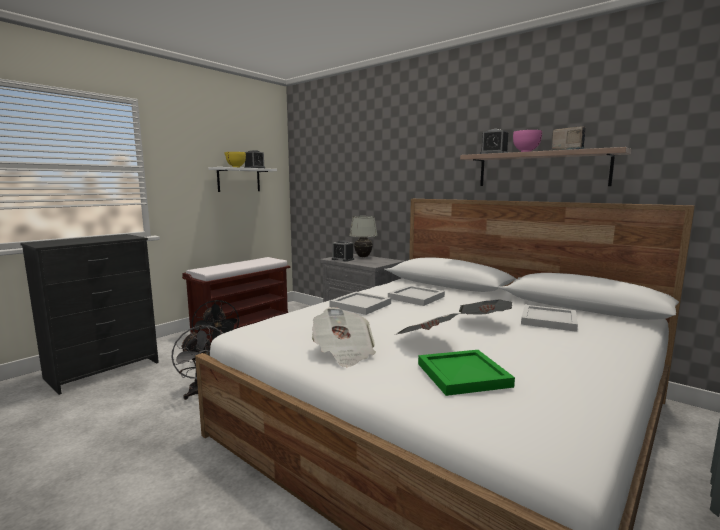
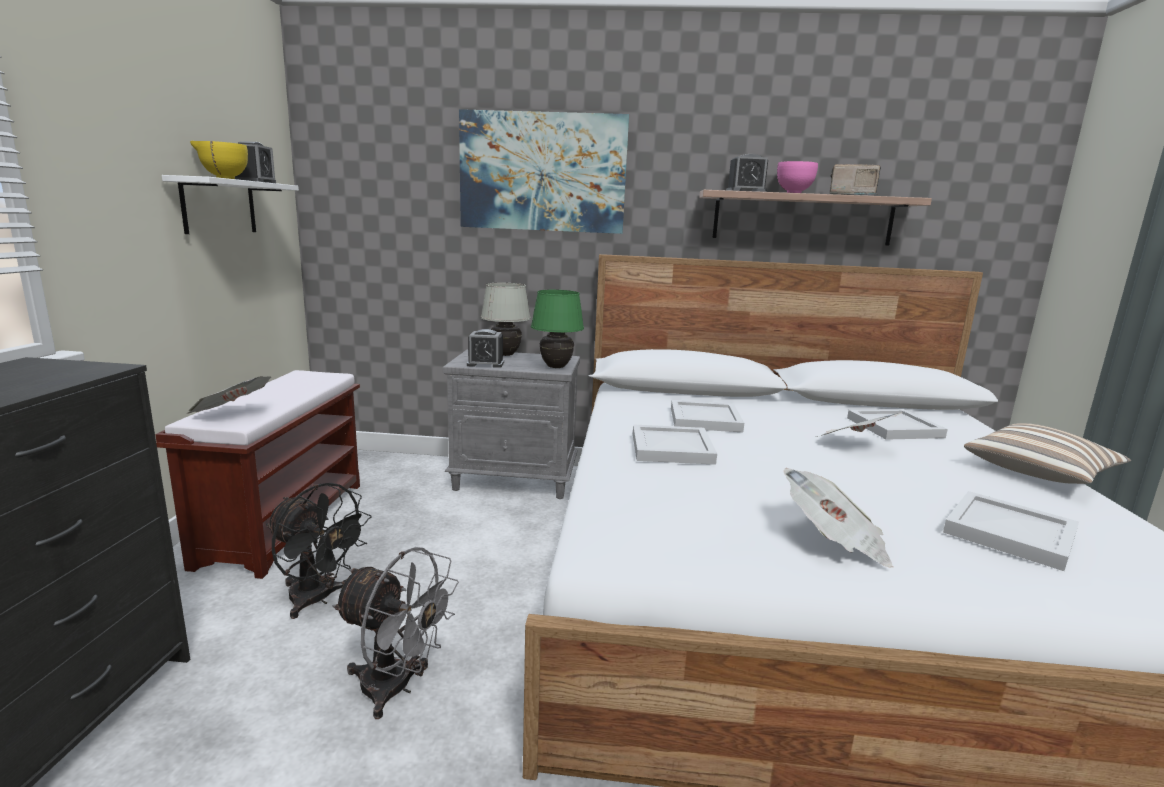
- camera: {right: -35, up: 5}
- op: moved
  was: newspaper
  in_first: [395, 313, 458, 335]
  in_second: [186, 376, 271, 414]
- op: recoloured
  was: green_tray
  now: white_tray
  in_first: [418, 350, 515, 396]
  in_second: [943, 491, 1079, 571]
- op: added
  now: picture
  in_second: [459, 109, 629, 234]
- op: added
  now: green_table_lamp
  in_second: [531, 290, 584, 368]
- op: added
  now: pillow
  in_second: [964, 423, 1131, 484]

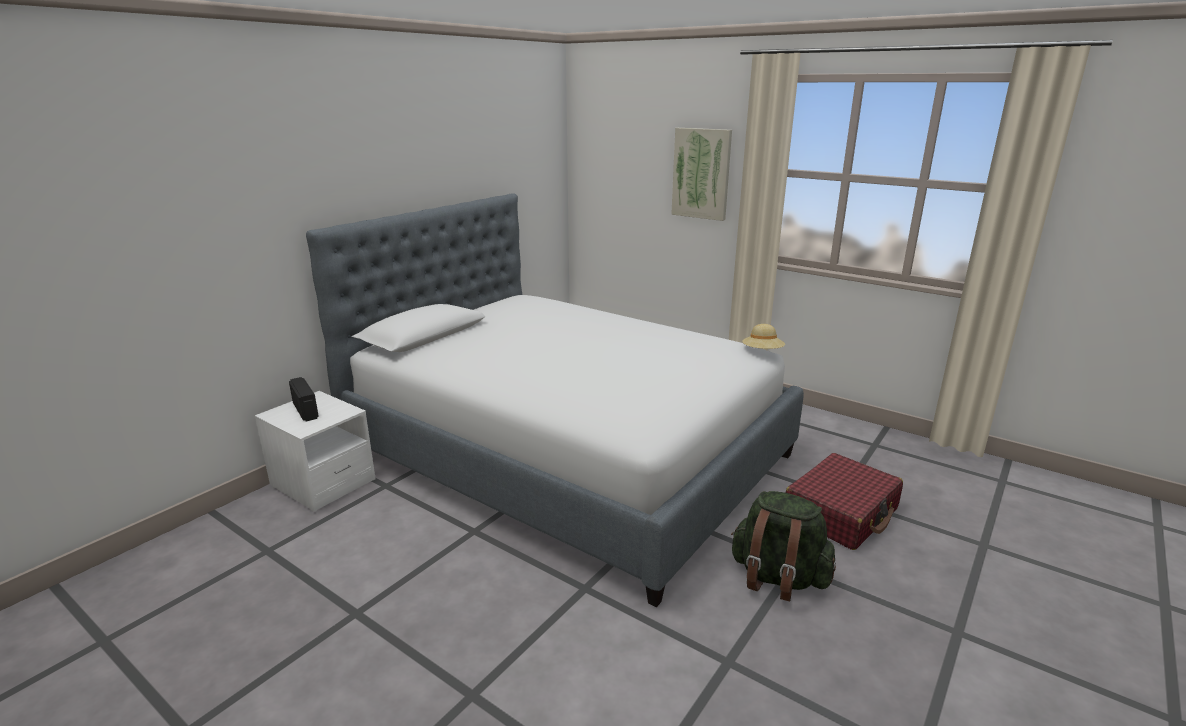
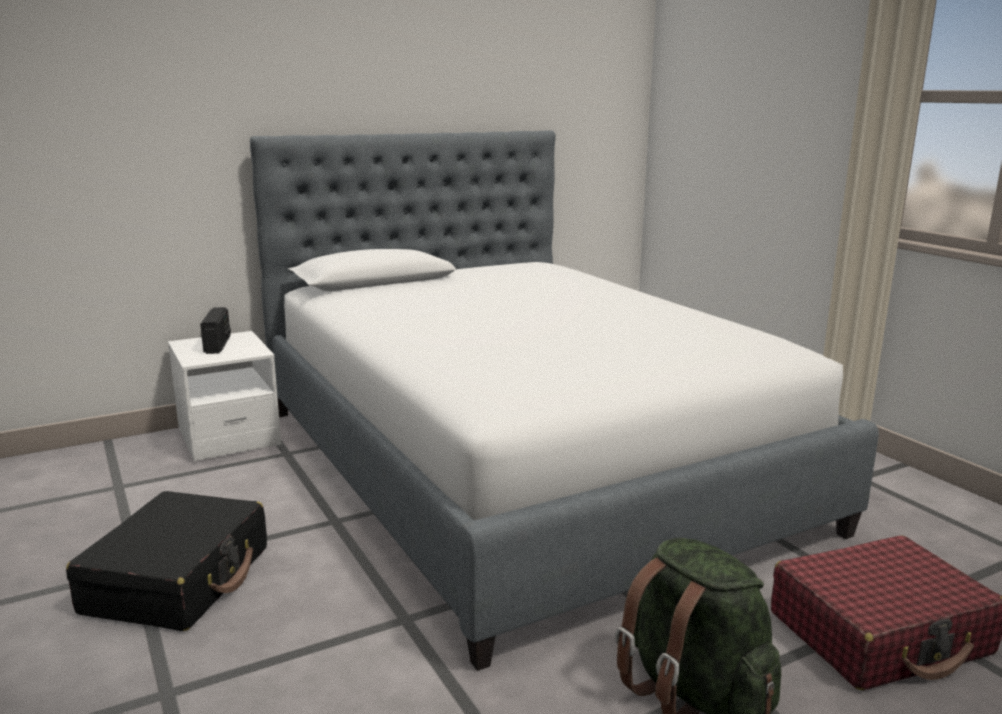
- camera: {right: 25, up: -5}
- op: removed
  was: picture
  in_first: [671, 128, 732, 221]
- op: removed
  was: beige_hat
  in_first: [742, 324, 785, 349]
- op: added
  now: black_suitcase
  in_second: [66, 491, 267, 631]

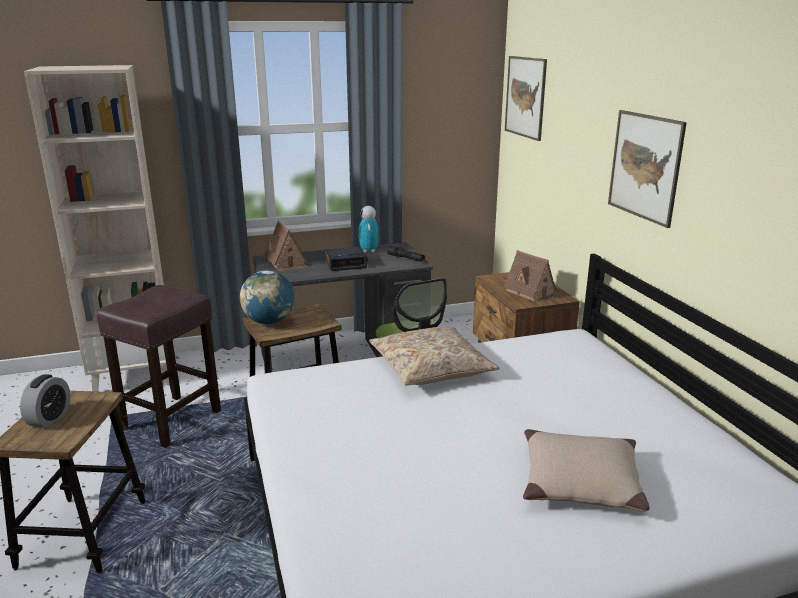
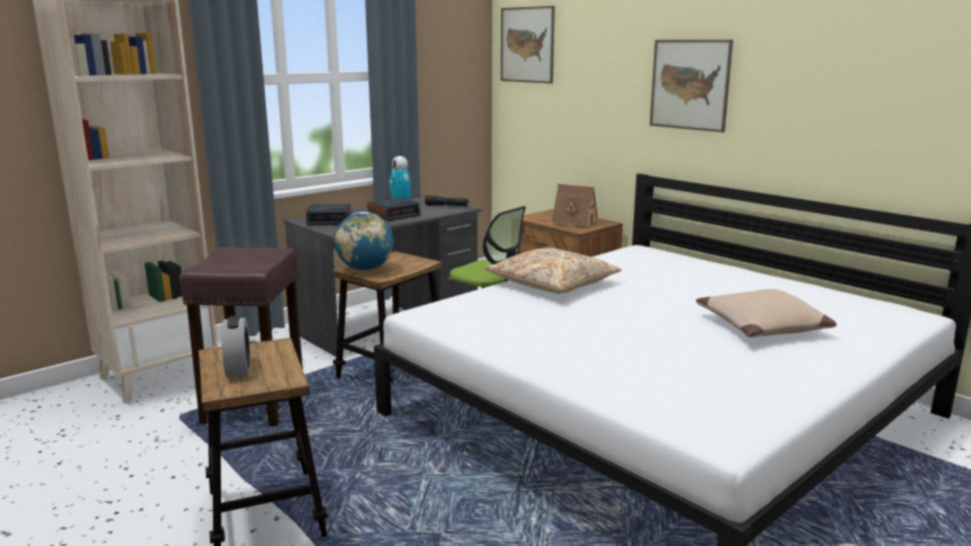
- camera: {right: -25, up: -5}
- op: replaced
  was: toy_house
  now: alarm_clock
  in_first: [264, 221, 307, 272]
  in_second: [306, 204, 351, 225]

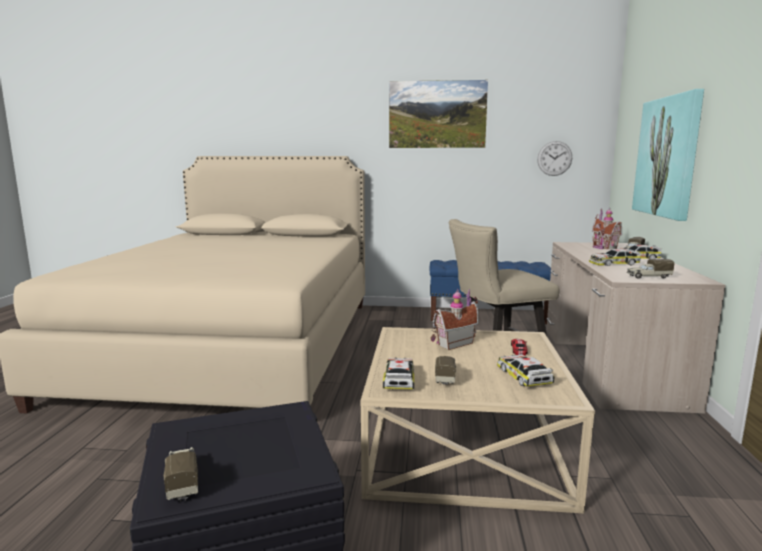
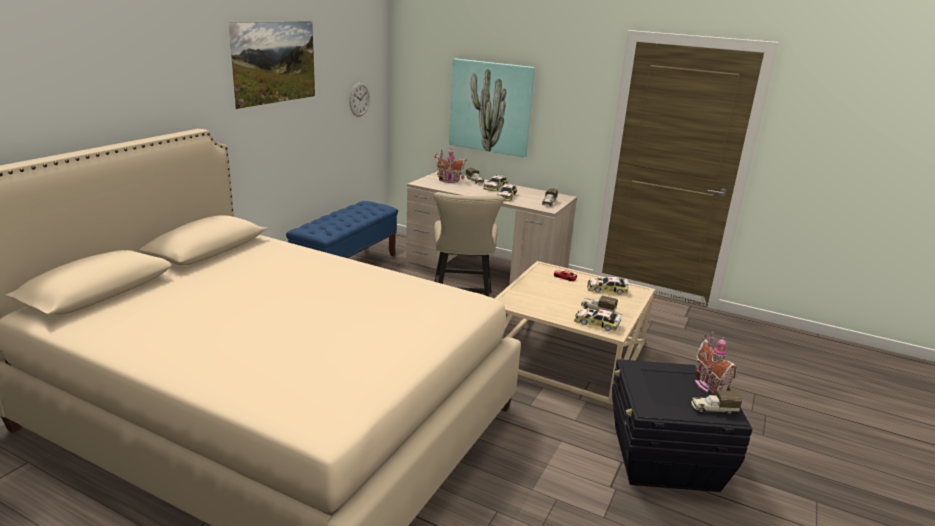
- camera: {right: -70, up: 10}
- op: moved
  was: toy_house
  in_first: [431, 289, 478, 350]
  in_second: [695, 331, 737, 394]

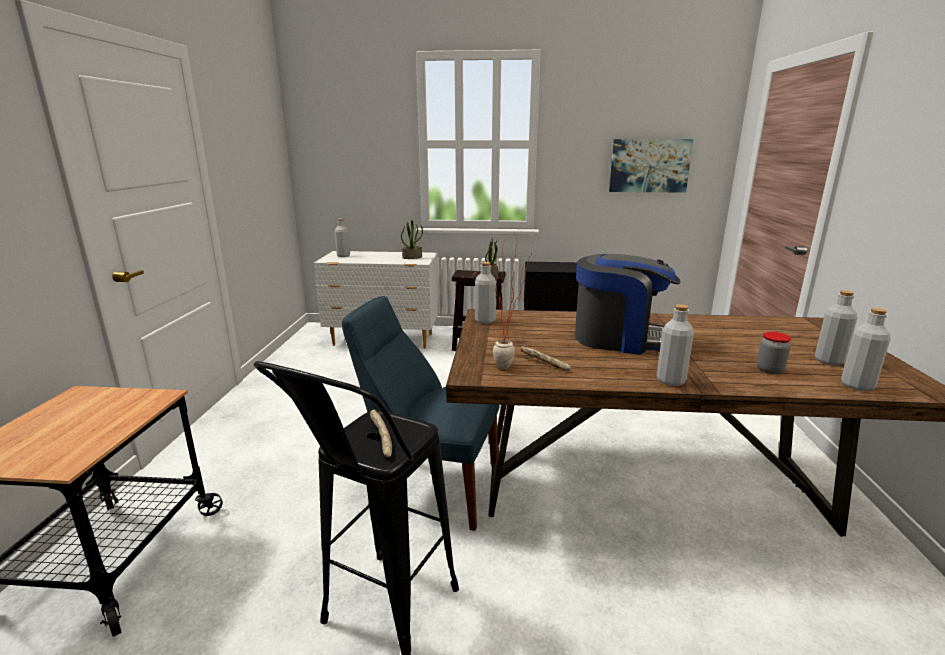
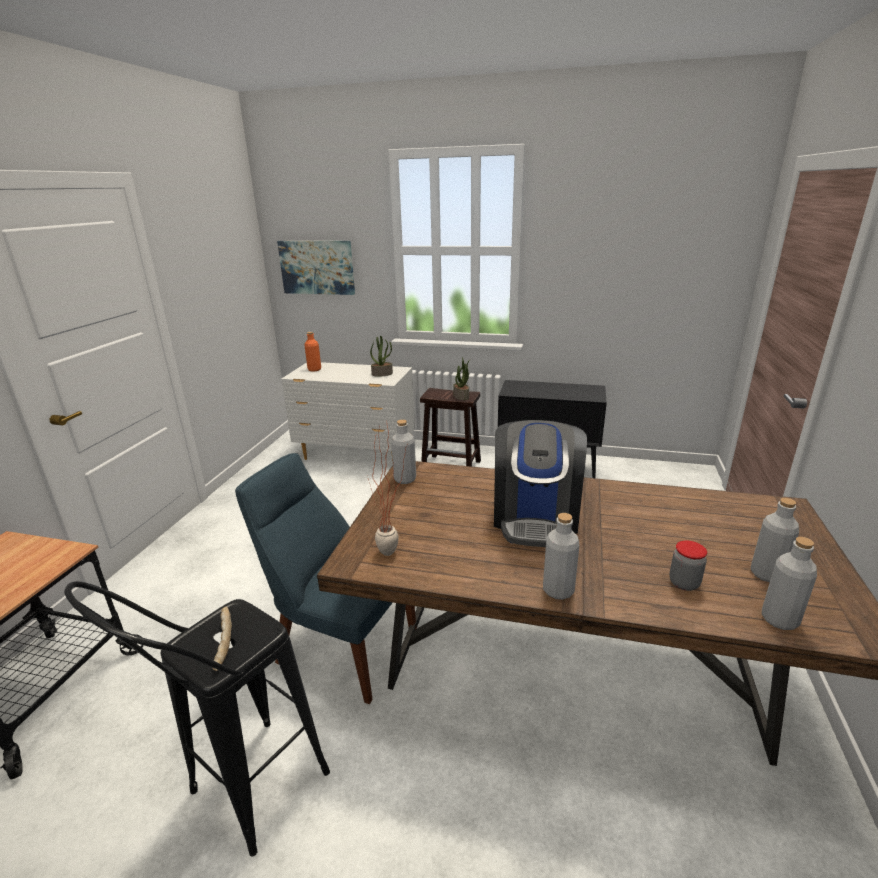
- camera: {right: 10, up: 5}
- op: moved
  was: picture
  in_first: [609, 139, 693, 193]
  in_second: [277, 241, 355, 295]
- op: recoloured
  was: grey_bottle
  now: orange_bottle
  in_first: [335, 219, 350, 257]
  in_second: [304, 332, 321, 371]
- op: turned
  was: coffee_machine
  in_first: [575, 254, 681, 355]
  in_second: [494, 420, 587, 547]
  clockwise: 75
- op: removed
  was: bread
  in_first: [520, 347, 571, 371]

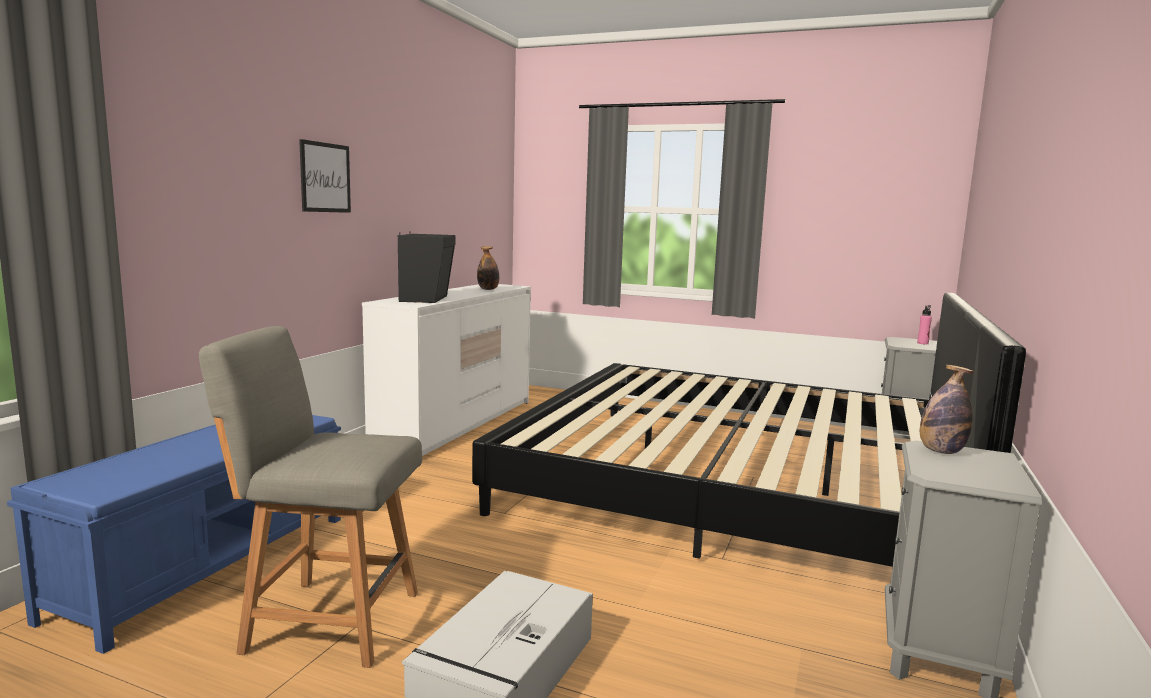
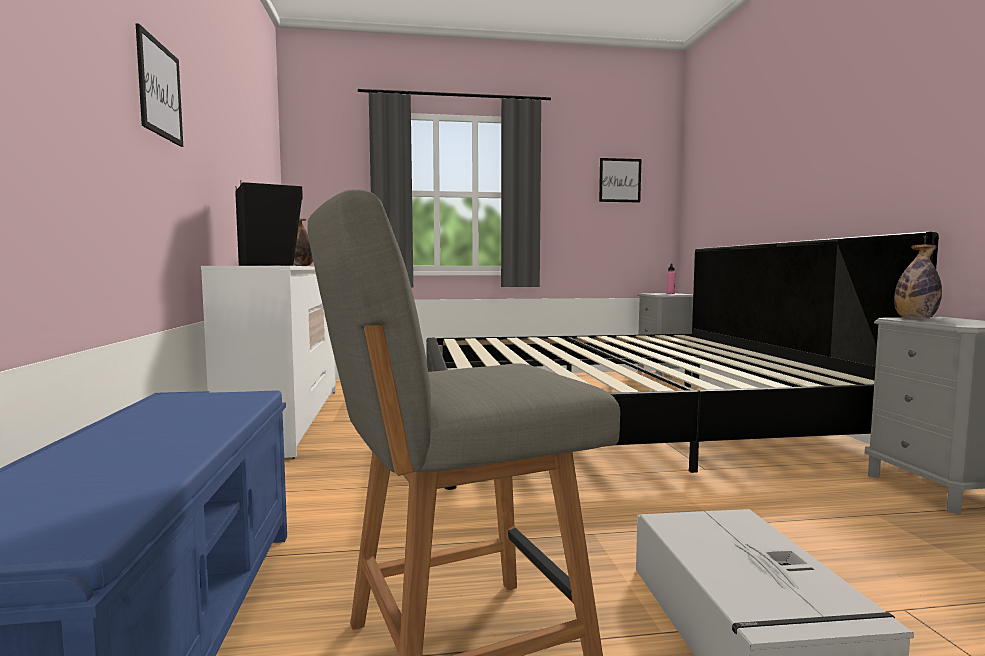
- camera: {right: -30, up: -5}
- op: added
  now: picture
  in_second: [599, 158, 641, 203]

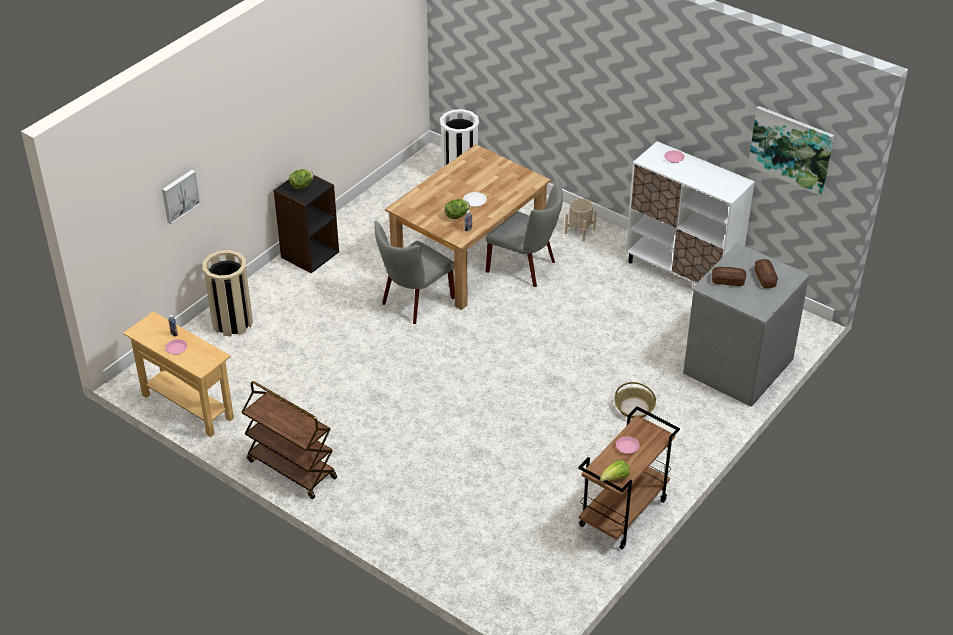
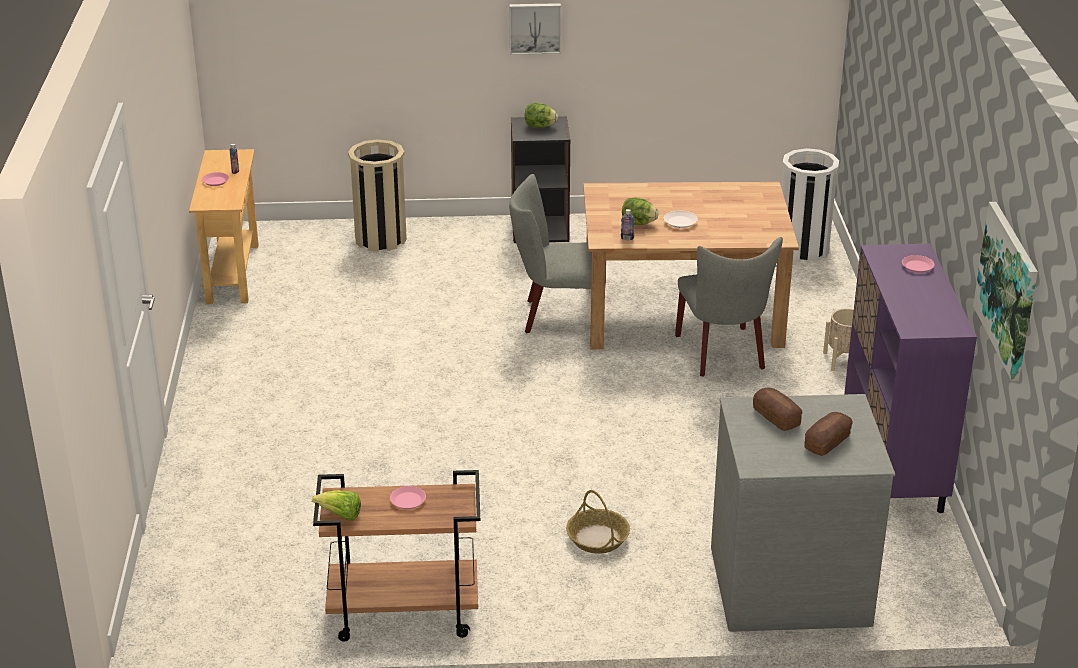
- camera: {right: 50, up: -10}
- op: recoloured
  was: white_cabinet
  now: purple_cabinet
  in_first: [626, 141, 755, 284]
  in_second: [844, 244, 977, 513]
- op: moved
  was: picture
  in_first: [162, 170, 200, 224]
  in_second: [509, 3, 561, 55]
- op: removed
  was: brown_cart
  in_first: [242, 381, 337, 499]

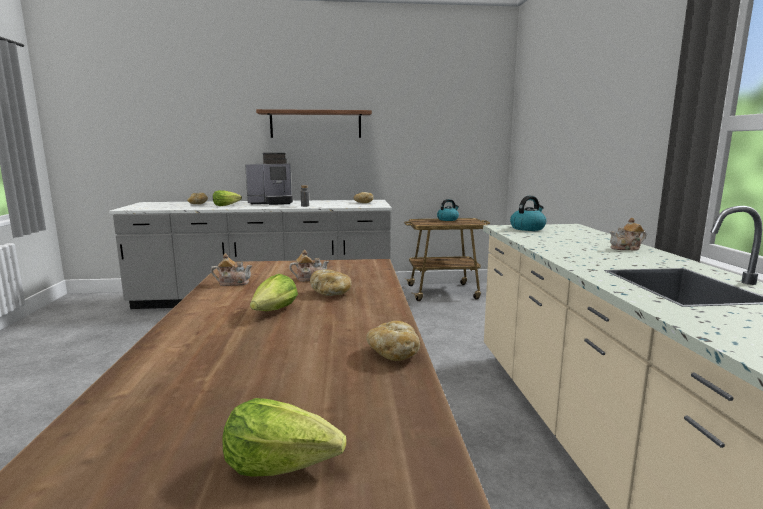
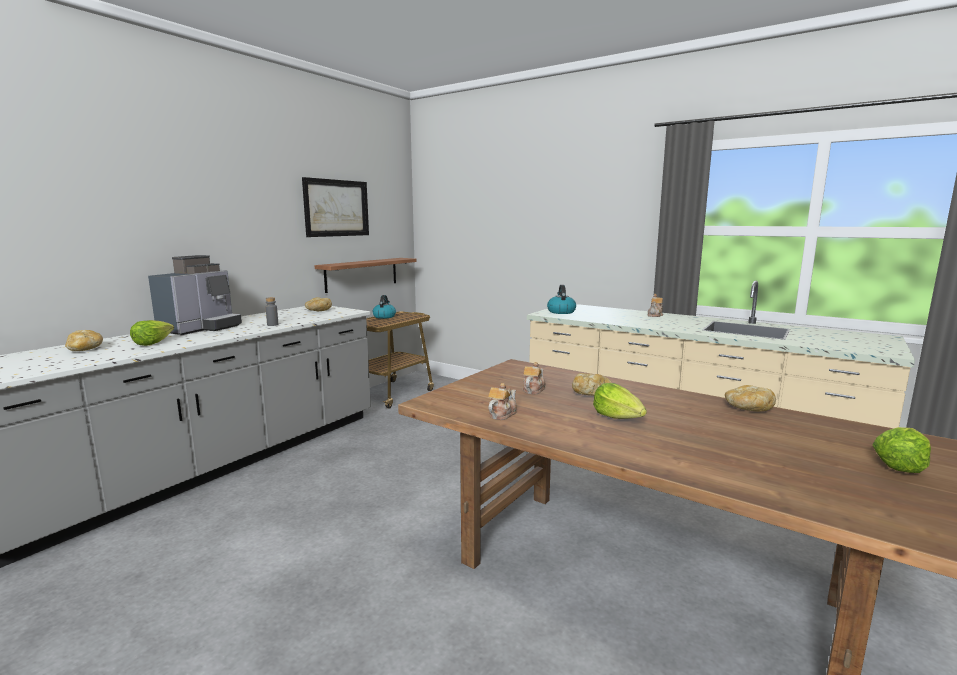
- camera: {right: -50, up: 0}
- op: moved
  was: shelf
  in_first: [256, 109, 372, 138]
  in_second: [314, 258, 416, 293]
- op: added
  now: picture
  in_second: [302, 177, 369, 237]

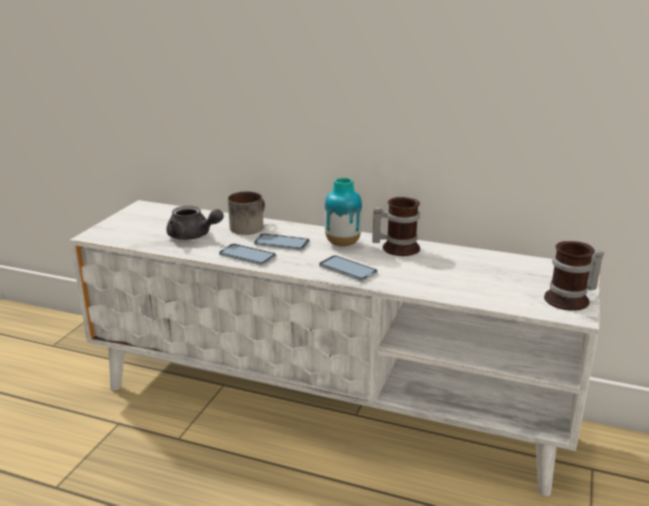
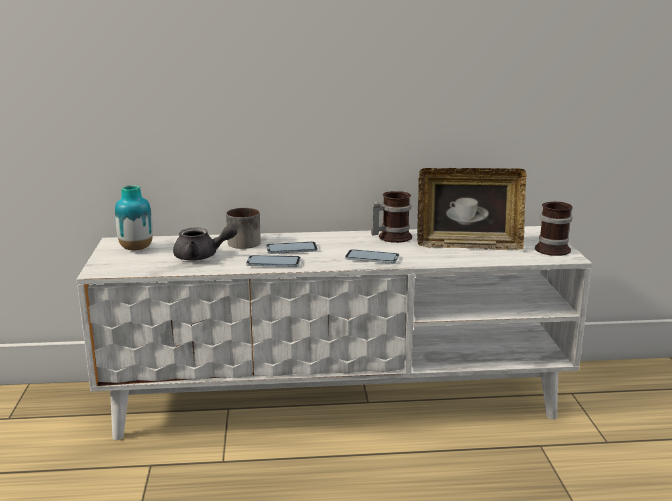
- camera: {right: -25, up: -5}
- op: moved
  was: vase
  in_first: [324, 177, 362, 246]
  in_second: [115, 185, 153, 250]
- op: added
  now: picture_frame
  in_second: [417, 168, 526, 250]

